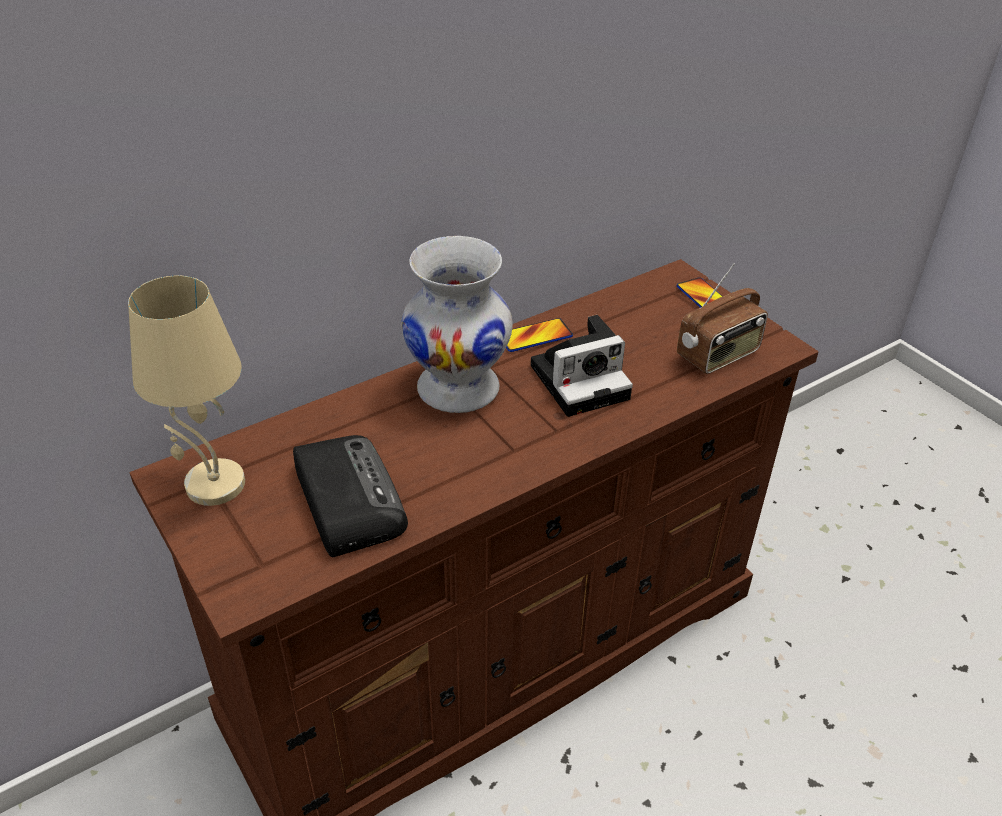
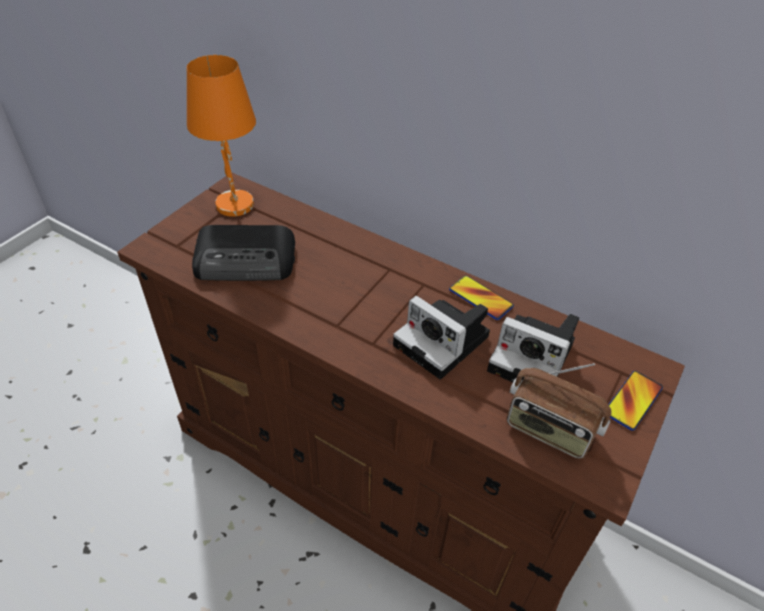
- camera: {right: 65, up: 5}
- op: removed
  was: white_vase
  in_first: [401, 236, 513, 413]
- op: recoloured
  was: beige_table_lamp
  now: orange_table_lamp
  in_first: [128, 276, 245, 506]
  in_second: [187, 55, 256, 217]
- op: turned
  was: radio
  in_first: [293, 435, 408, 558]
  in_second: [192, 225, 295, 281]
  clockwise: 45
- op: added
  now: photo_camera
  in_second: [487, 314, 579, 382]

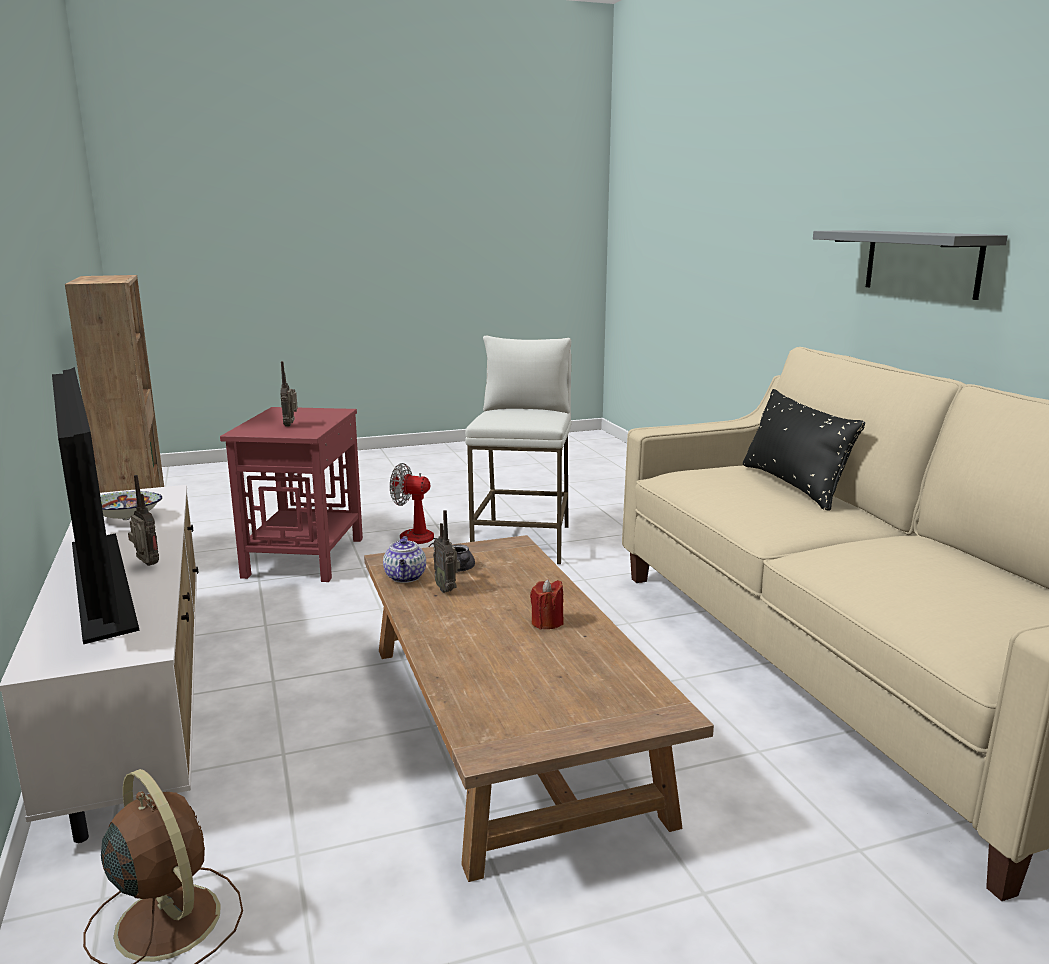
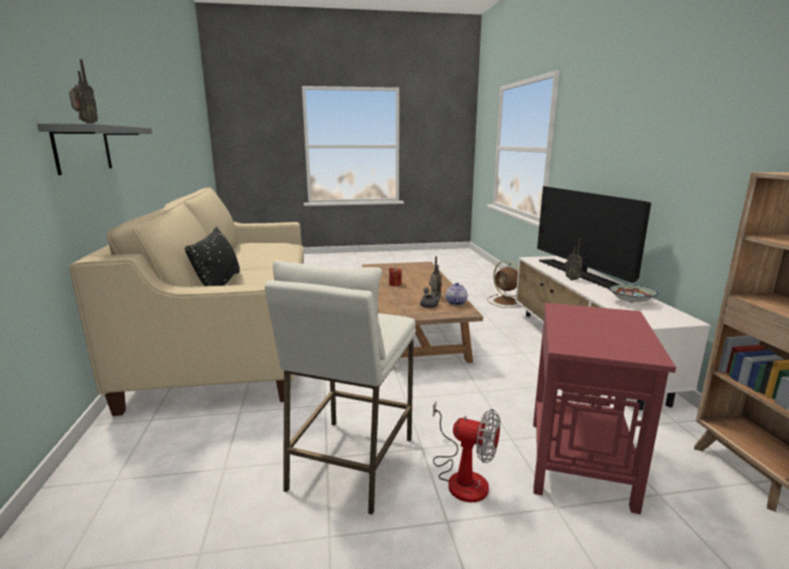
- camera: {right: -170, up: 0}
- op: moved
  was: radio
  in_first: [280, 361, 298, 427]
  in_second: [69, 59, 98, 124]

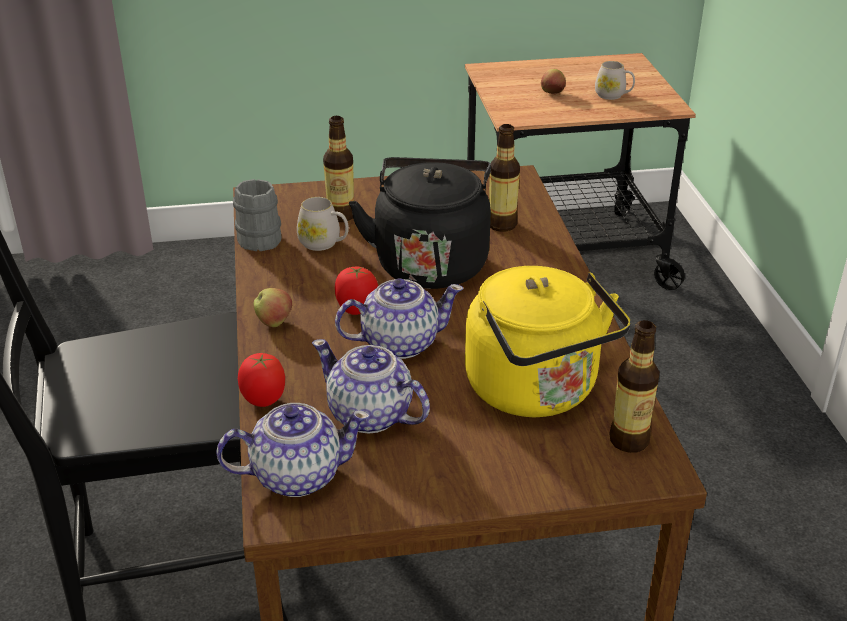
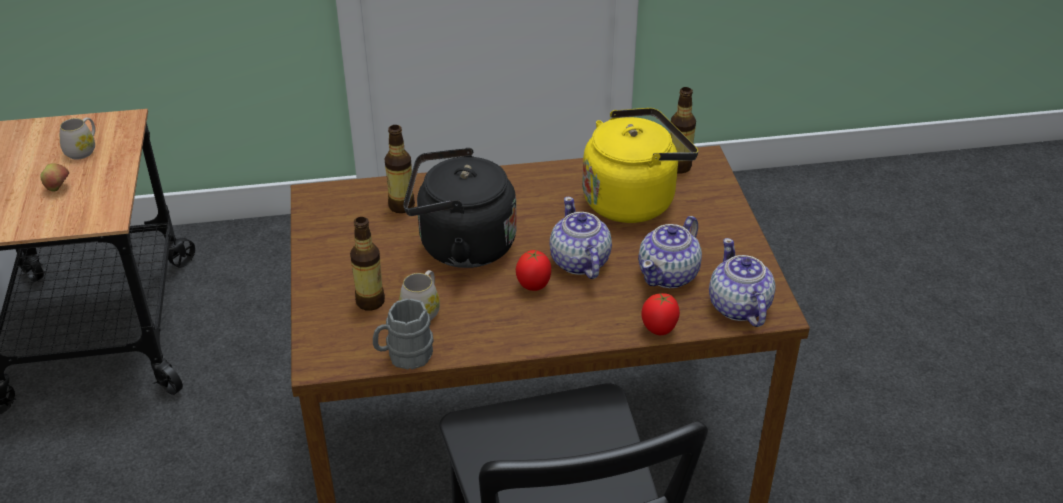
- camera: {right: -90, up: 5}
- op: removed
  was: apple
  in_first: [253, 288, 292, 327]

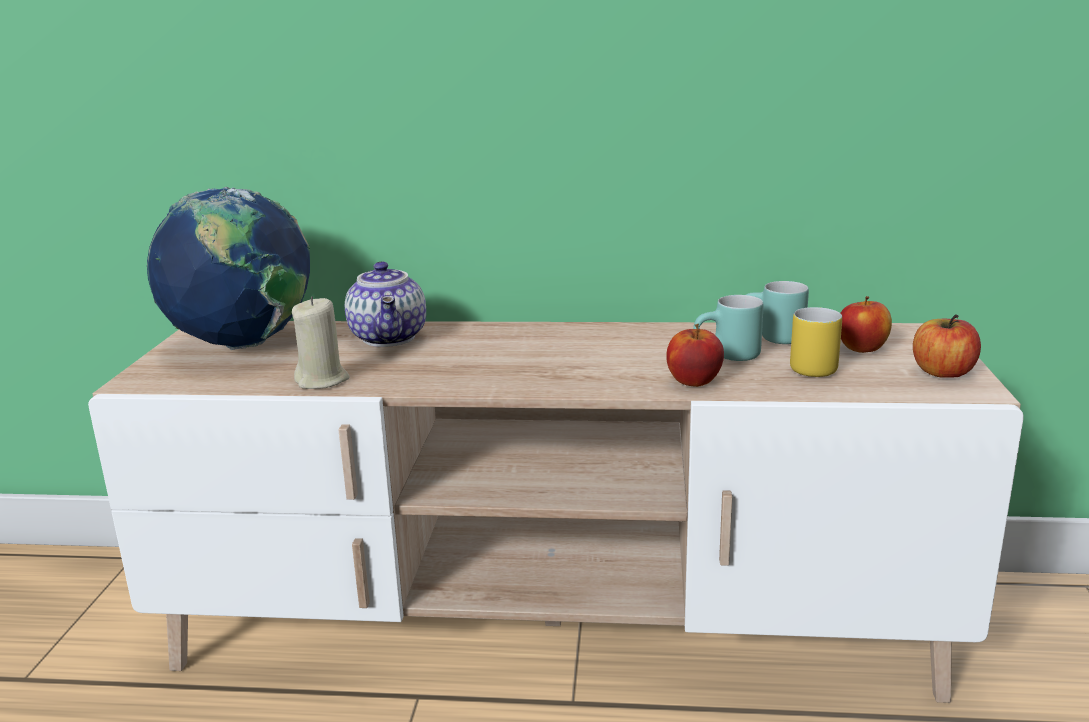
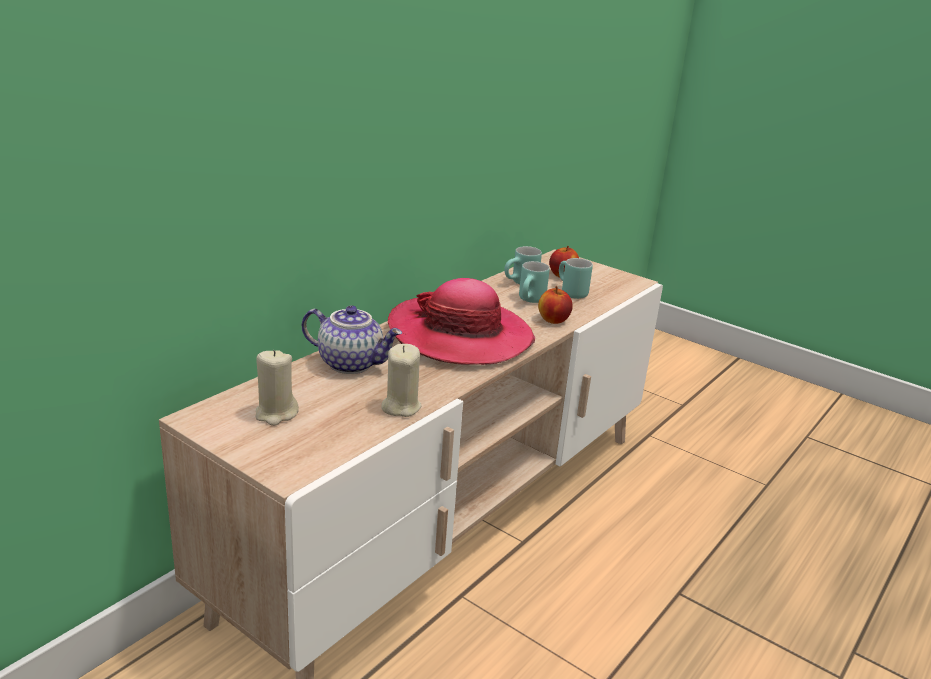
- camera: {right: -60, up: 5}
- op: replaced
  was: globe
  now: beige_candle
  in_first: [147, 187, 310, 350]
  in_second: [255, 350, 299, 426]
- op: recoloured
  was: yellow_mug
  now: turquoise_mug
  in_first: [790, 307, 842, 377]
  in_second: [559, 258, 593, 299]
- op: removed
  was: apple
  in_first: [913, 314, 981, 378]
- op: added
  now: hat
  in_second: [388, 278, 535, 365]

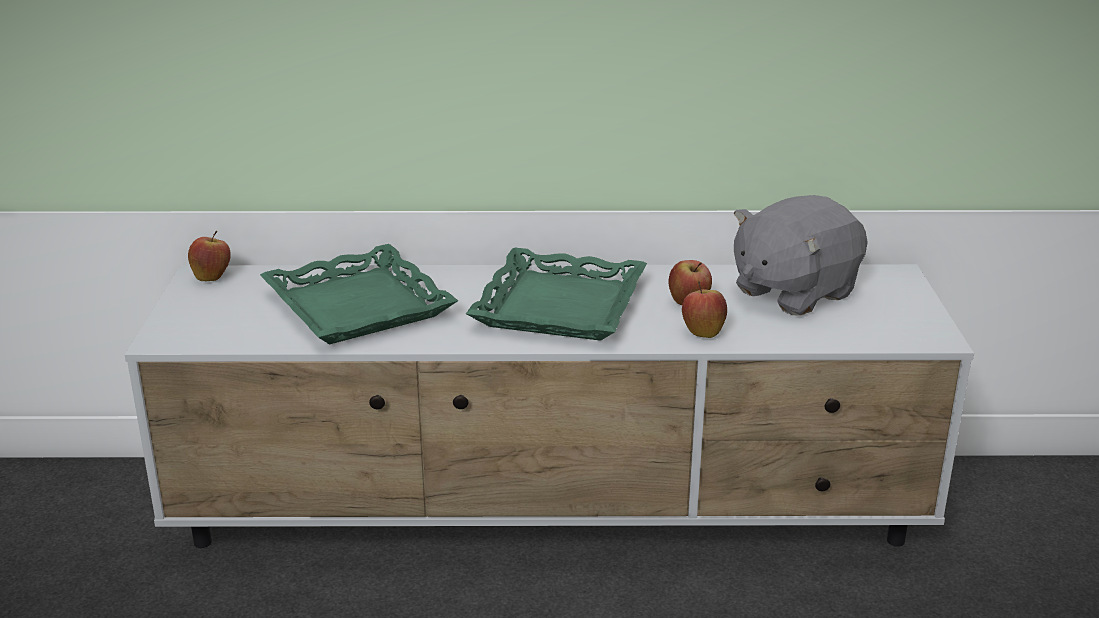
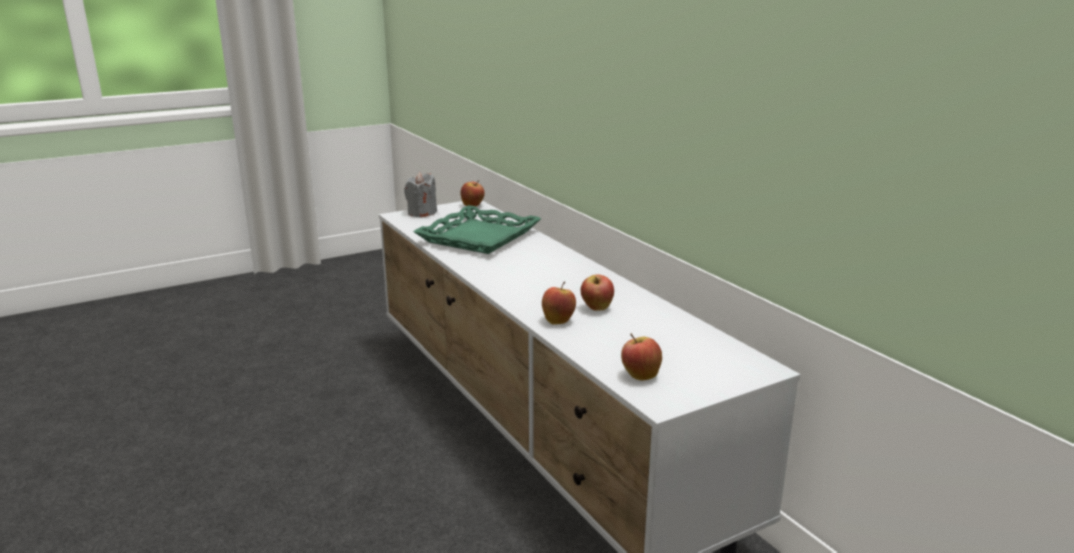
- camera: {right: 60, up: -5}
- op: removed
  was: grey_plush_toy
  in_first: [734, 195, 868, 316]
- op: removed
  was: green_tray
  in_first: [466, 248, 647, 341]
- op: added
  now: grey_candle
  in_second: [404, 172, 437, 217]
- op: added
  now: apple
  in_second: [621, 333, 662, 381]

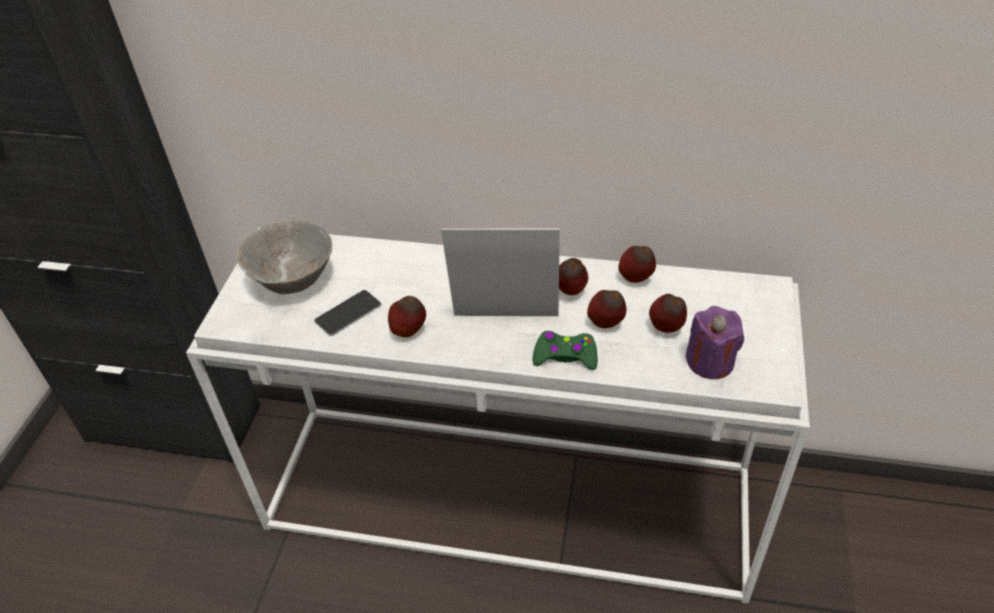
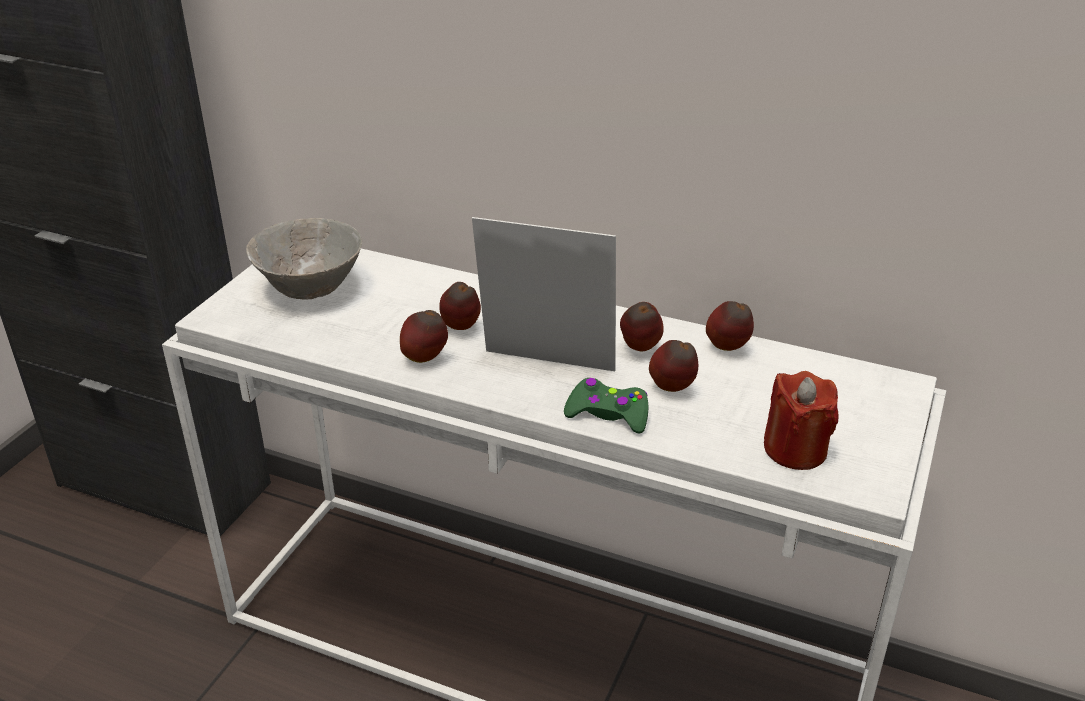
- camera: {right: 10, up: -10}
- op: removed
  was: phone
  in_first: [314, 290, 382, 336]
- op: moved
  was: apple
  in_first: [649, 294, 687, 333]
  in_second: [439, 282, 481, 330]
- op: recoloured
  was: purple_candle
  now: red_candle
  in_first: [686, 306, 744, 379]
  in_second: [764, 371, 838, 470]

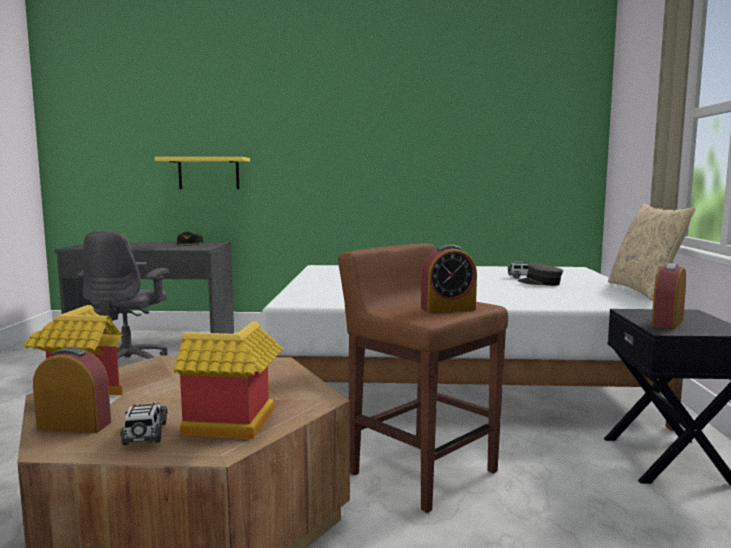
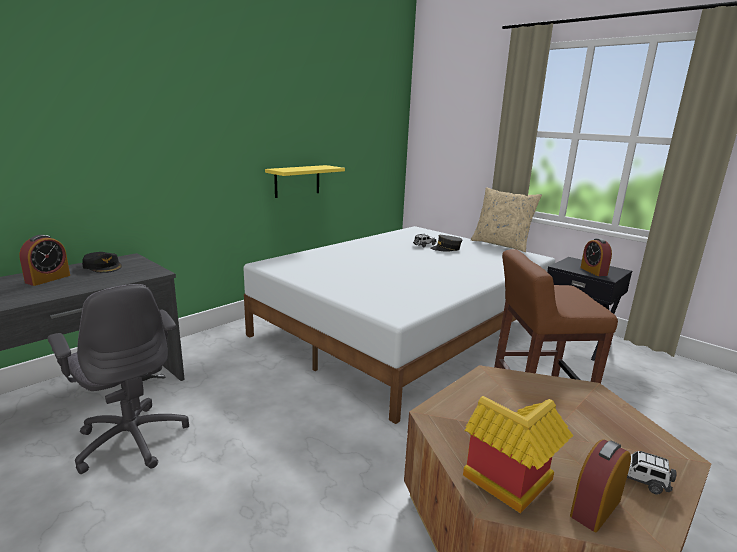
- camera: {right: -50, up: 10}
- op: moved
  was: yellow_shelf
  in_first: [155, 157, 250, 189]
  in_second: [265, 165, 345, 198]
- op: moved
  was: alarm_clock
  in_first: [421, 244, 477, 313]
  in_second: [19, 235, 70, 286]
- op: removed
  was: toy_house
  in_first: [174, 321, 283, 439]

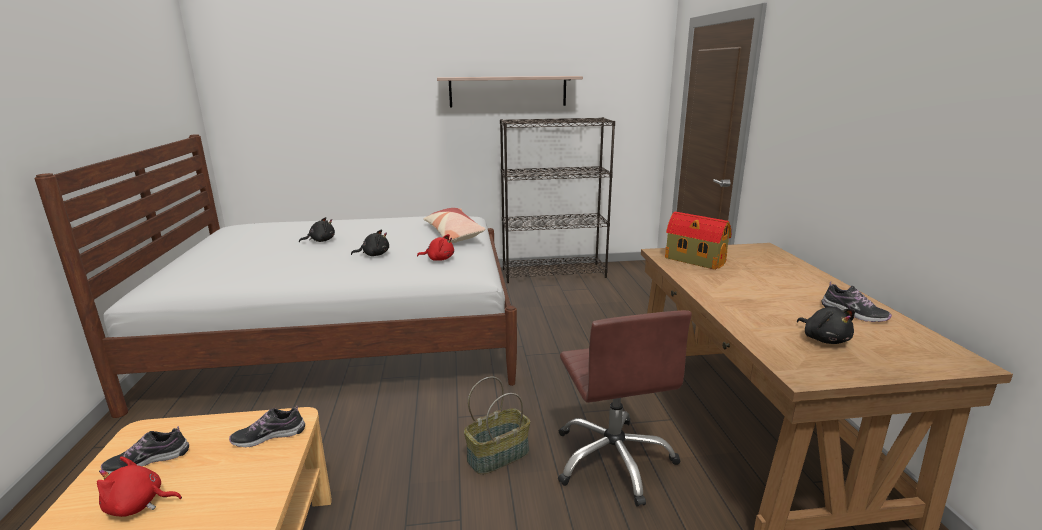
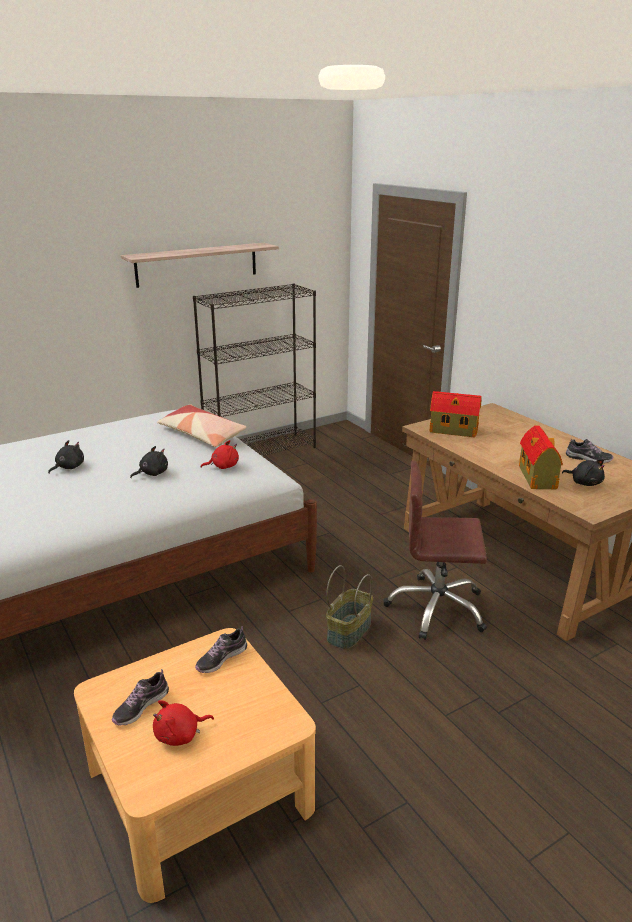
- camera: {right: -25, up: 5}
- op: turned
  was: brown_office_chair
  in_first: [558, 310, 692, 507]
  in_second: [383, 460, 487, 640]
  clockwise: 135
- op: added
  now: toy_house
  in_second: [519, 426, 563, 489]

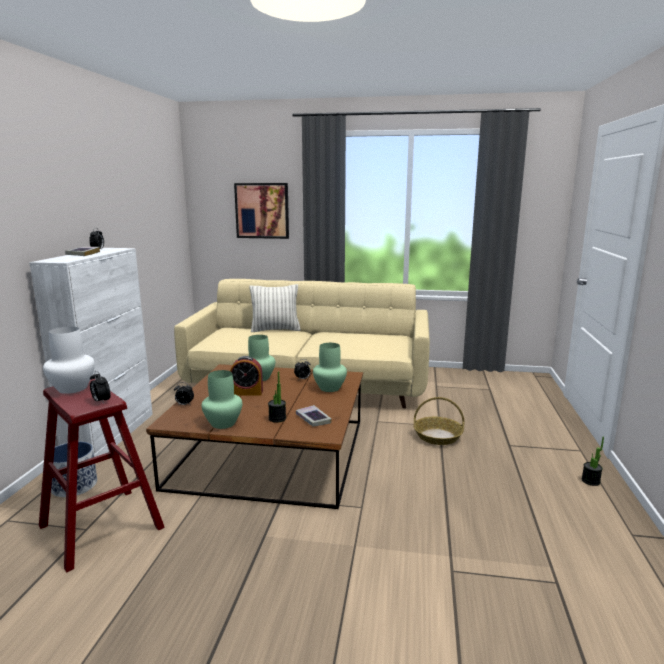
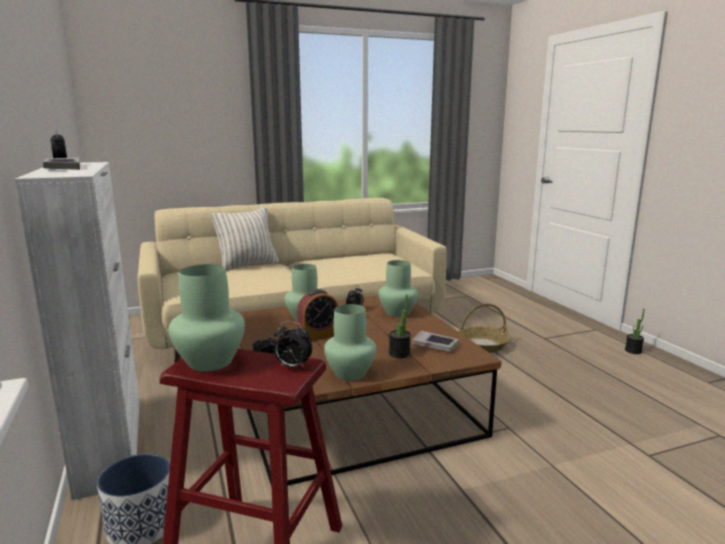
- camera: {right: -30, up: 0}
- op: removed
  was: picture
  in_first: [234, 183, 289, 239]
- op: recoloured
  was: white_vase
  now: green_vase
  in_first: [43, 326, 95, 394]
  in_second: [168, 264, 245, 371]

